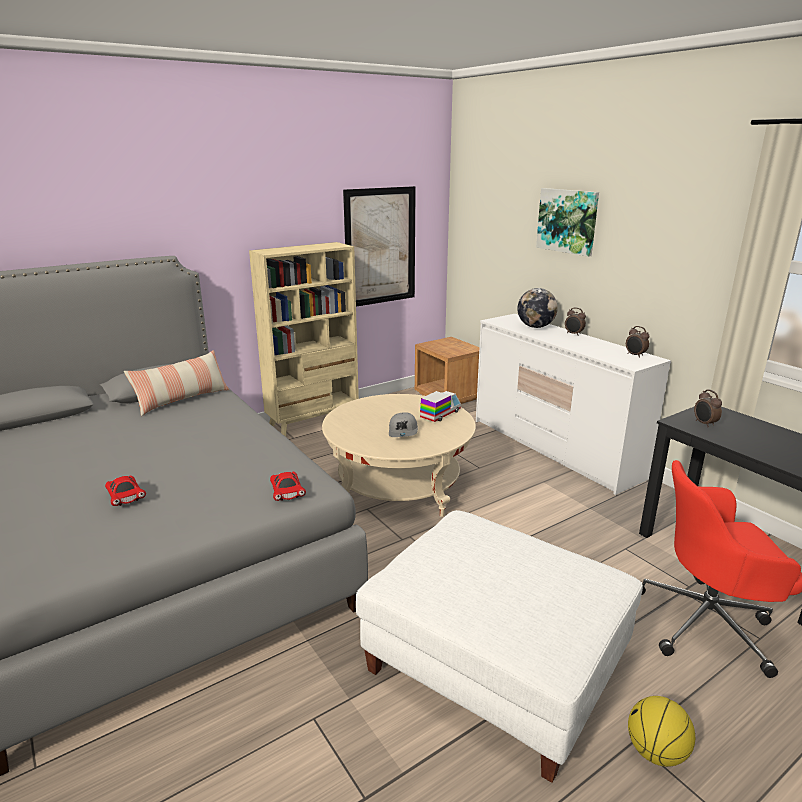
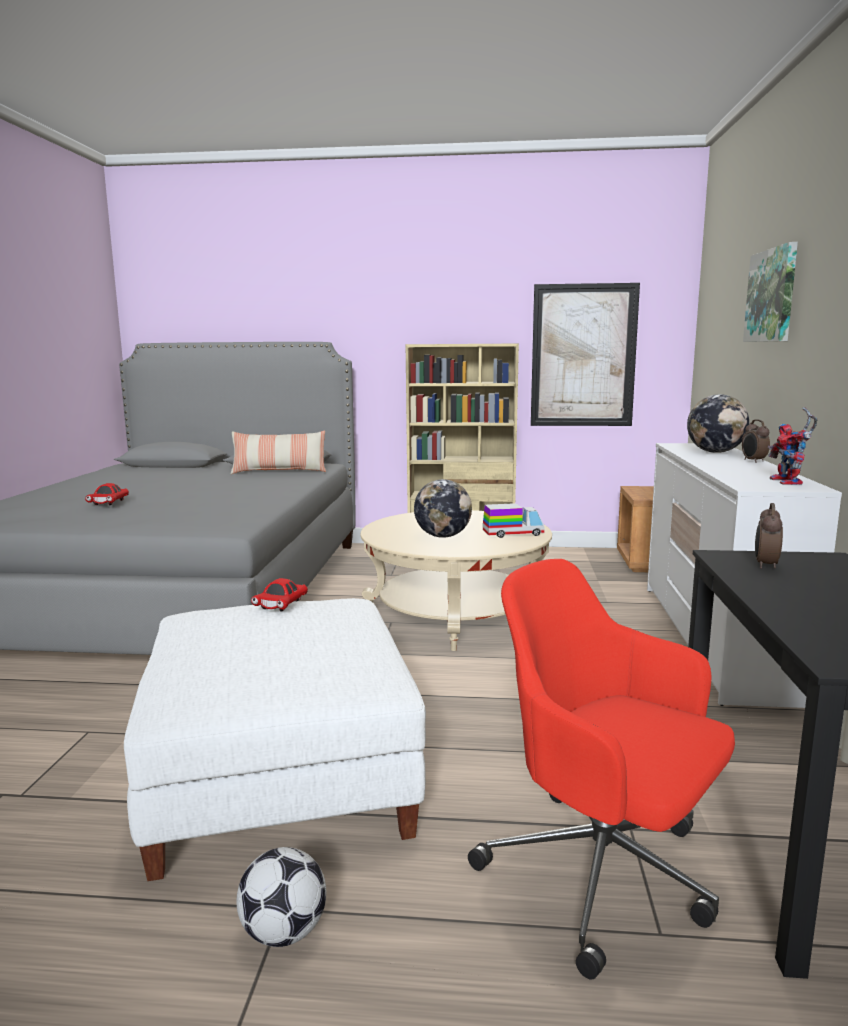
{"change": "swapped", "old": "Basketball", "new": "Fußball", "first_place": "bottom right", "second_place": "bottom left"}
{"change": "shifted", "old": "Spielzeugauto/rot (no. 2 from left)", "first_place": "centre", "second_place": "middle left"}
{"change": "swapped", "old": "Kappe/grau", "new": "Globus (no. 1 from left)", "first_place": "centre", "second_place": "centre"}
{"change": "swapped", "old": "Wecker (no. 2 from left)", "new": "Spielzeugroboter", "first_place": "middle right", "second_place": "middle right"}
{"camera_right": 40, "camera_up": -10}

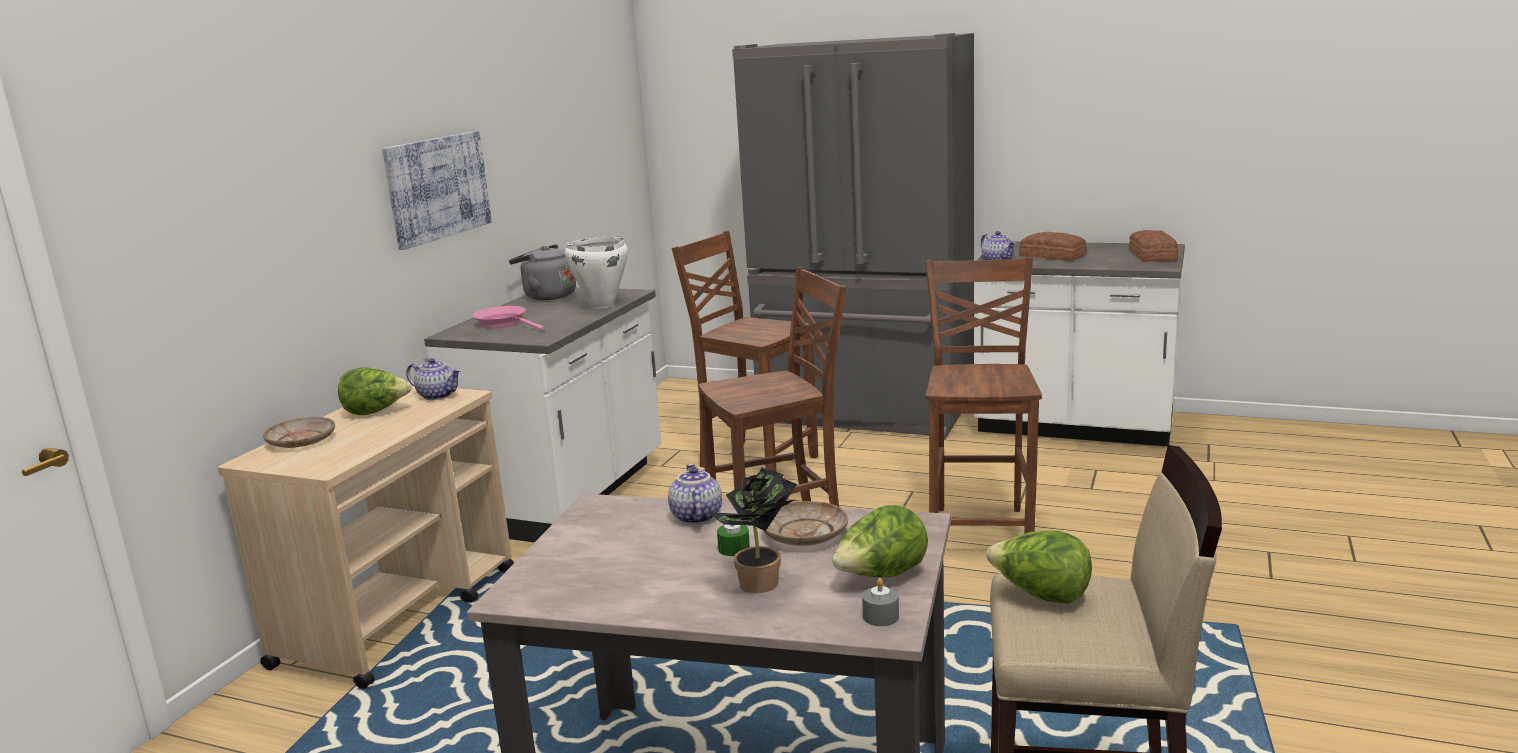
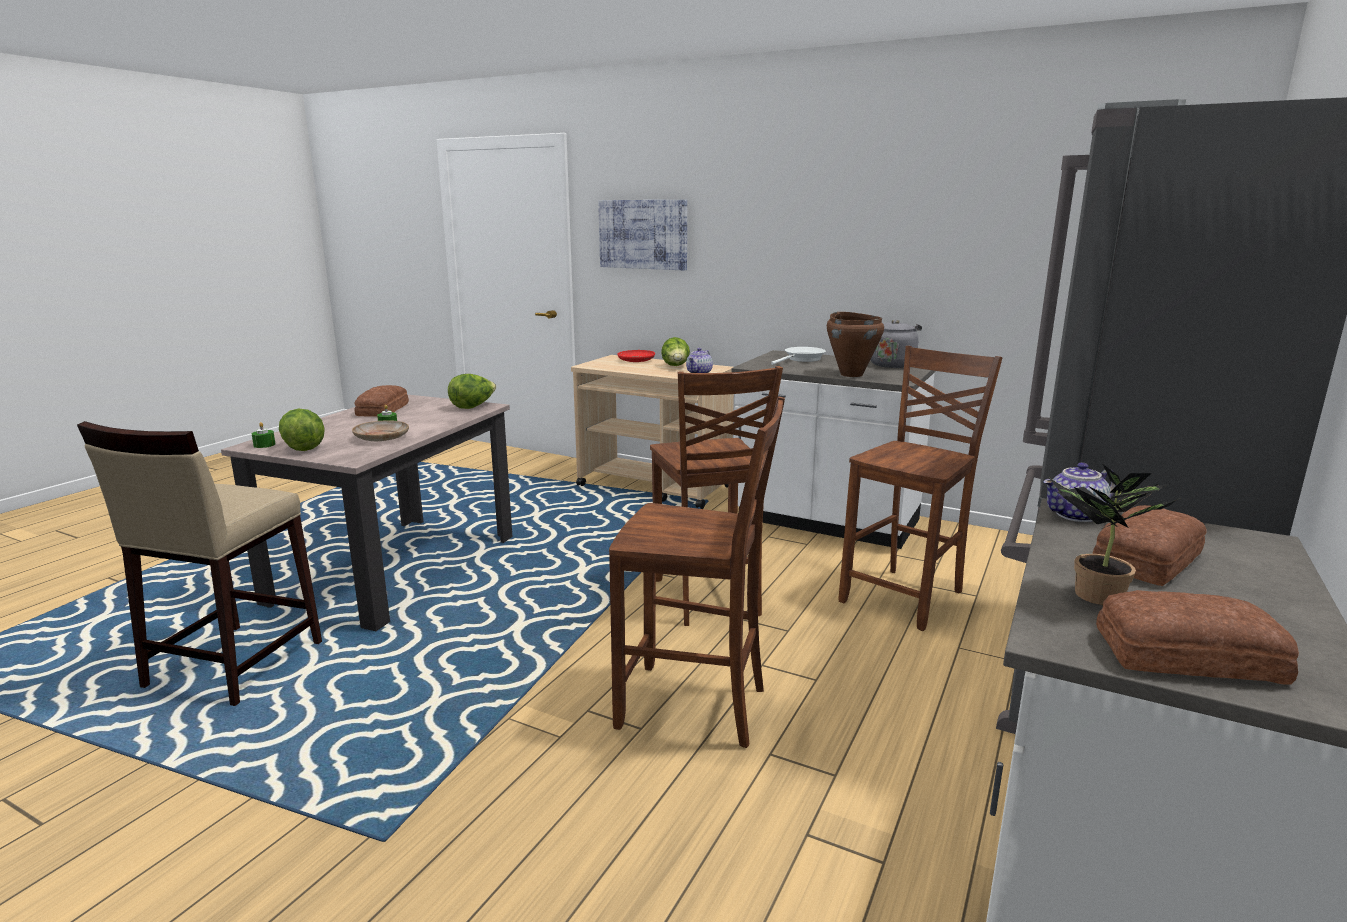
{"change": "repainted", "old": "Kerze/grau", "new": "Kerze/grün (no. 1 from left)", "first_place": "bottom centre", "second_place": "middle left"}
{"change": "new", "new": "Brot (no. 1 from left)", "second_place": "middle left"}
{"change": "shifted", "old": "Salatkopf (no. 3 from left in the first image)", "new": "Salatkopf (no. 2 from left)", "first_place": "bottom right", "second_place": "centre"}
{"change": "shifted", "old": "Bild", "first_place": "top left", "second_place": "top centre"}
{"change": "repainted", "old": "Teller/beige (no. 1 from left)", "new": "Teller/rot", "first_place": "middle left", "second_place": "centre"}
{"change": "repainted", "old": "Pfanne/rosa", "new": "Pfanne/weiß", "first_place": "centre", "second_place": "centre"}
{"change": "repainted", "old": "Kochtopf/weiß", "new": "Kochtopf/braun", "first_place": "centre", "second_place": "centre"}
{"change": "shifted", "old": "Topfpflanze", "first_place": "bottom centre", "second_place": "middle right"}
{"change": "gone", "old": "Teekanne (no. 2 from left)", "first_place": "centre"}
{"camera_right": 95, "camera_up": 0}

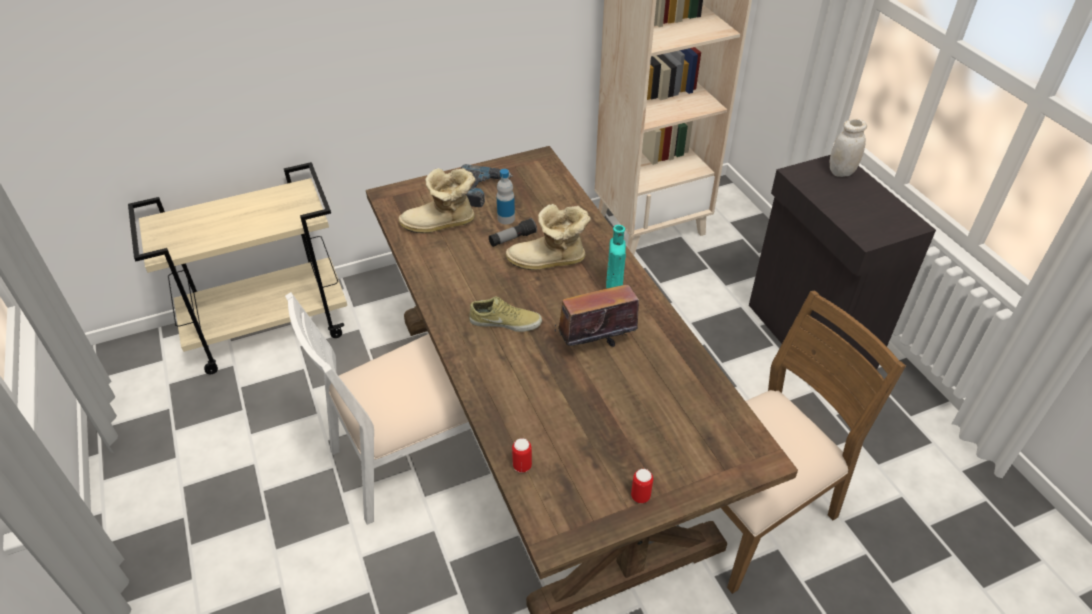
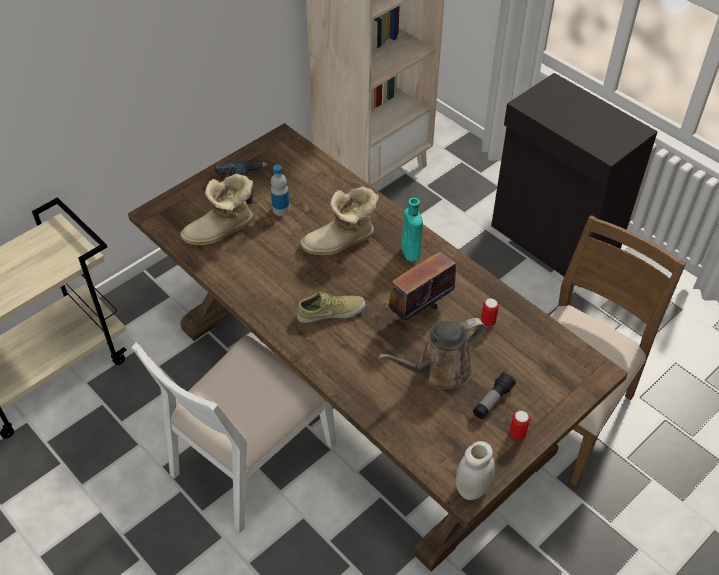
{"change": "new", "new": "Gießkanne/braun", "second_place": "centre"}
{"change": "shifted", "old": "Vorratsglas/weiß", "first_place": "top right", "second_place": "bottom centre"}
{"change": "shifted", "old": "Taschenlampe", "first_place": "centre", "second_place": "bottom right"}
{"change": "shifted", "old": "Dose (no. 1 from left)", "first_place": "bottom centre", "second_place": "middle right"}
{"camera_right": -20, "camera_up": 5}

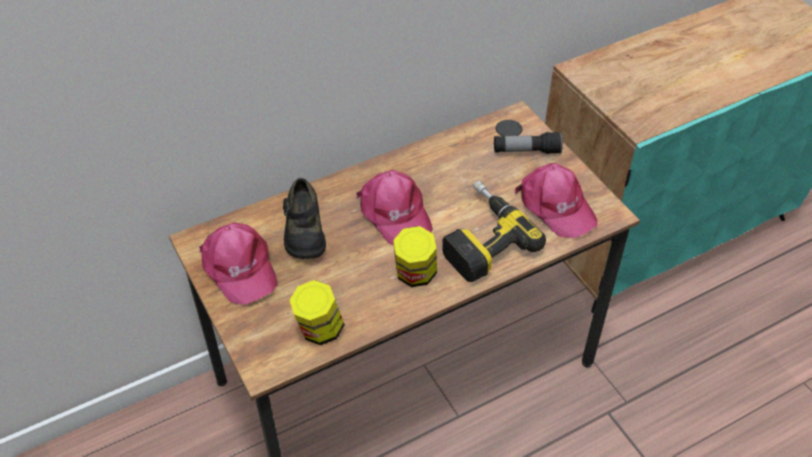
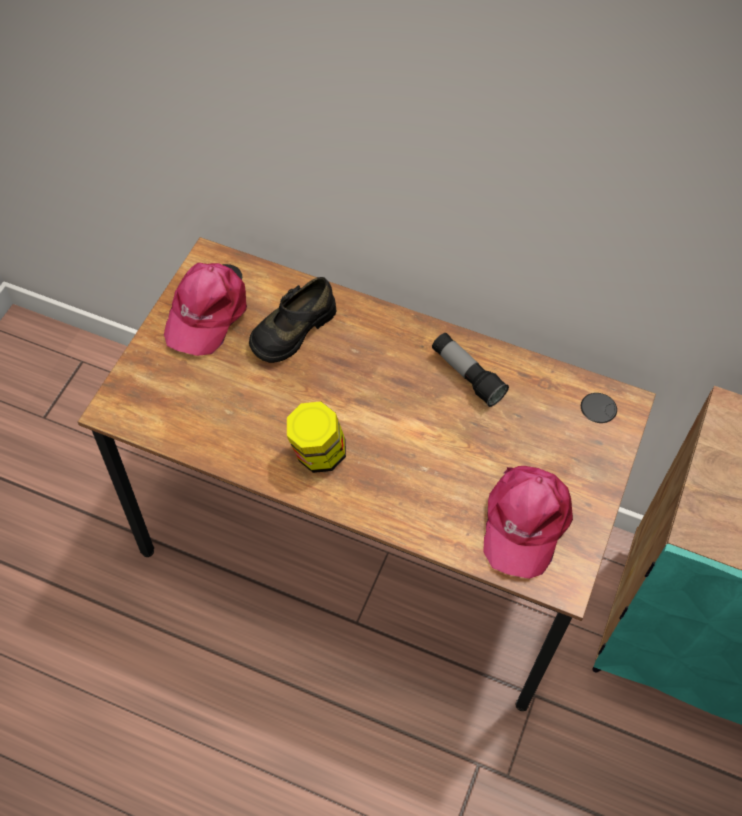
{"change": "shifted", "old": "Taschenlampe", "first_place": "top centre", "second_place": "centre"}
{"change": "gone", "old": "Vorratsglas (no. 1 from left)", "first_place": "bottom centre"}
{"change": "gone", "old": "Kappe/rosa (no. 2 from left)", "first_place": "centre"}
{"change": "gone", "old": "Bohrmaschine", "first_place": "centre"}
{"camera_right": 50, "camera_up": 10}

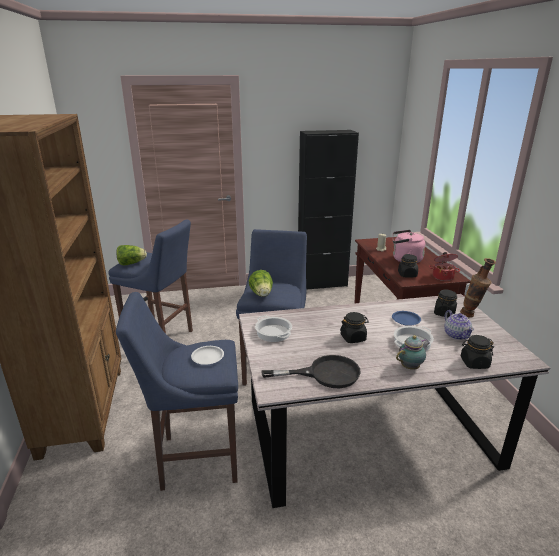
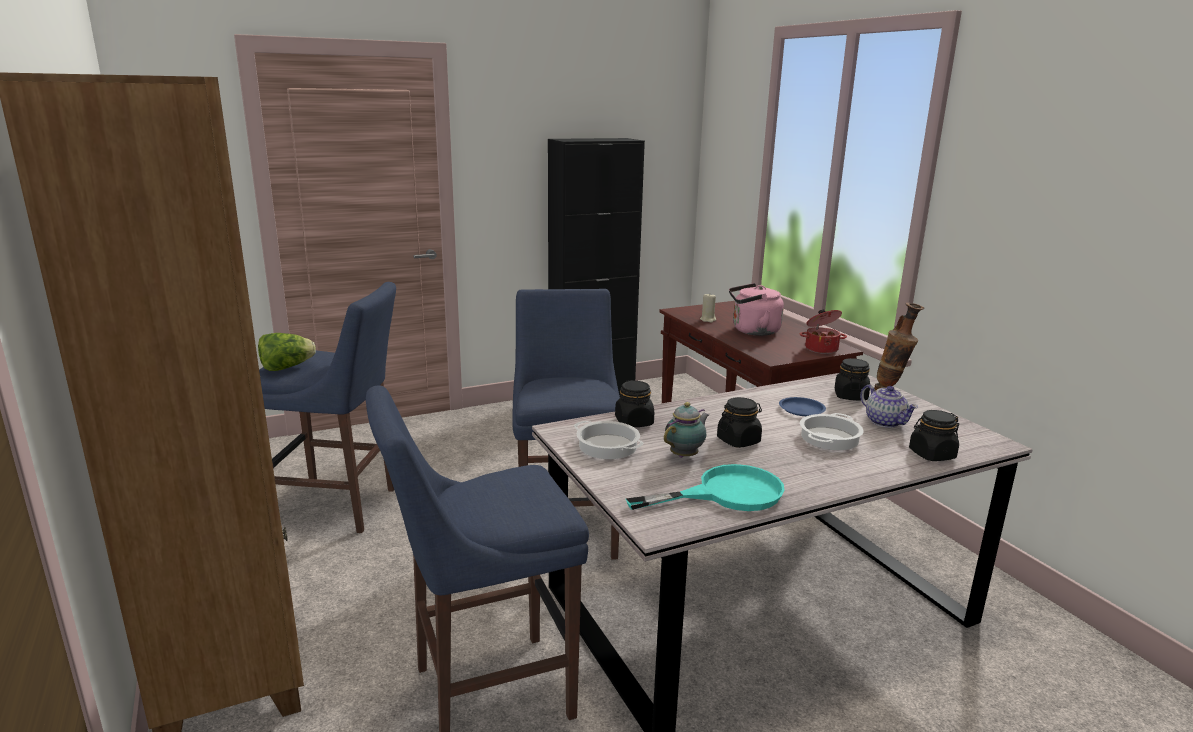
{"change": "shifted", "old": "Vorratsglas/schwarz (no. 2 from left in the first image)", "new": "Vorratsglas/schwarz (no. 1 from left)", "first_place": "middle right", "second_place": "centre"}
{"change": "repainted", "old": "Pfanne/schwarz", "new": "Pfanne/türkis", "first_place": "bottom centre", "second_place": "centre"}
{"change": "shifted", "old": "Teekanne (no. 1 from left)", "first_place": "middle right", "second_place": "centre"}
{"change": "gone", "old": "Teller/weiß", "first_place": "centre"}
{"change": "gone", "old": "Salatkopf (no. 2 from left)", "first_place": "centre"}
{"camera_right": -15, "camera_up": -5}

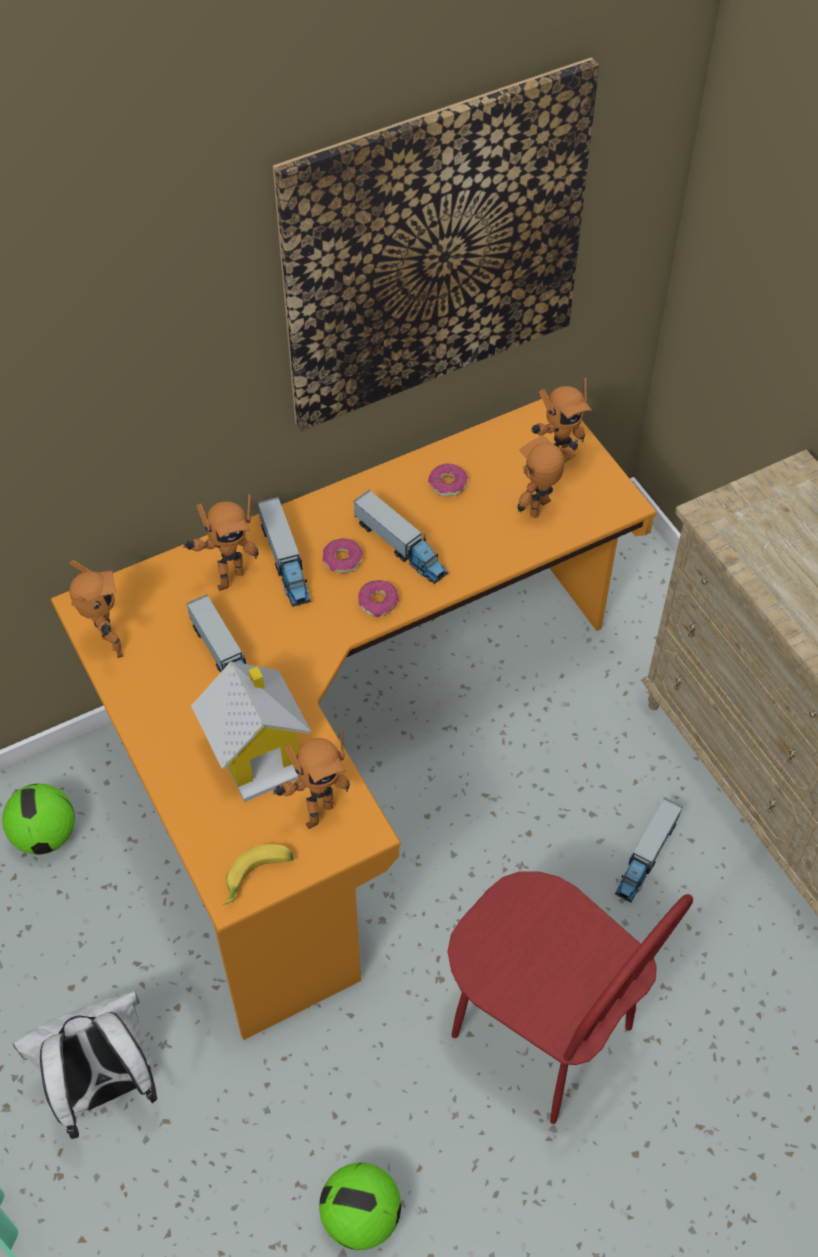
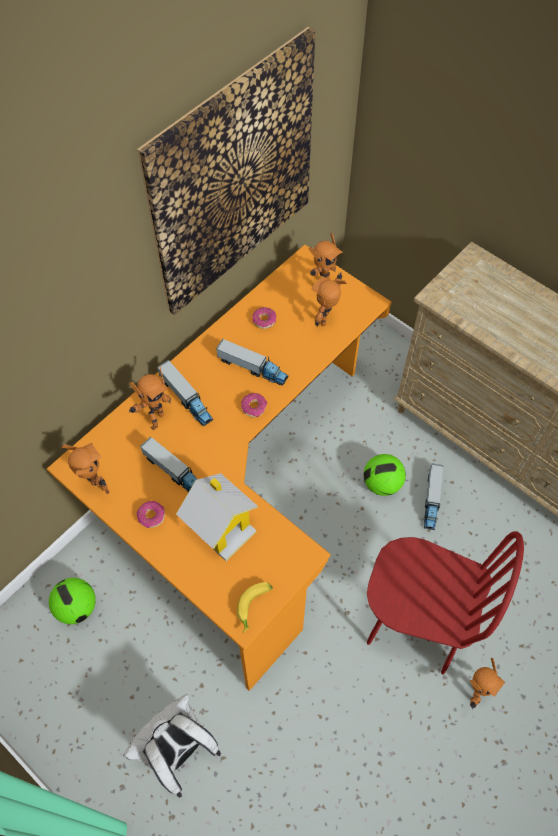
{"change": "shifted", "old": "Donut (no. 1 from left)", "first_place": "centre", "second_place": "middle left"}
{"change": "shifted", "old": "Fußball (no. 2 from left)", "first_place": "bottom centre", "second_place": "middle right"}
{"change": "shifted", "old": "Spielzeugroboter (no. 3 from left in the first image)", "new": "Spielzeugroboter (no. 5 from left)", "first_place": "centre", "second_place": "bottom right"}
{"camera_right": -20, "camera_up": 5}

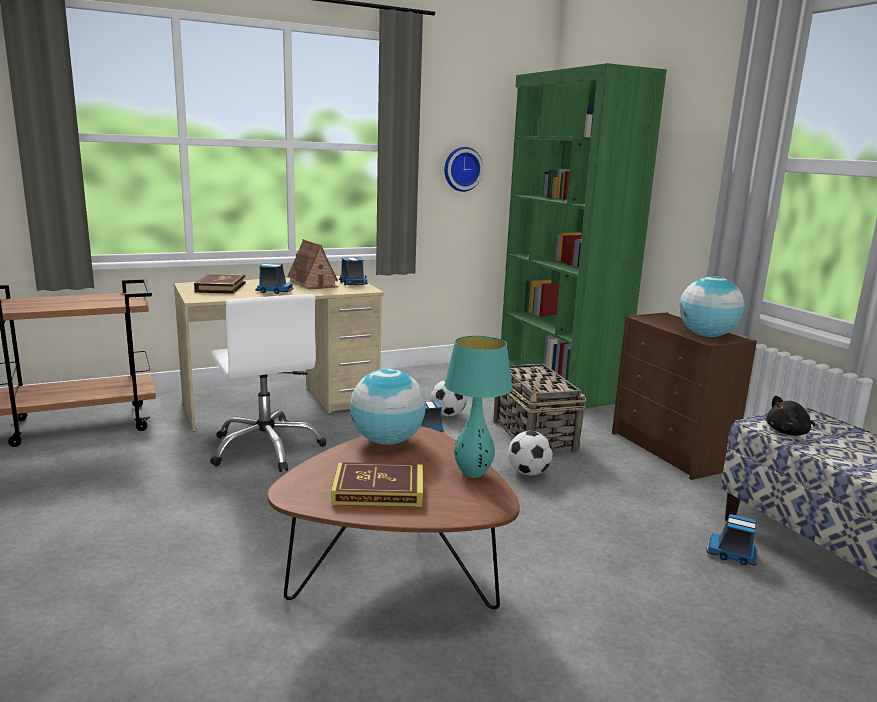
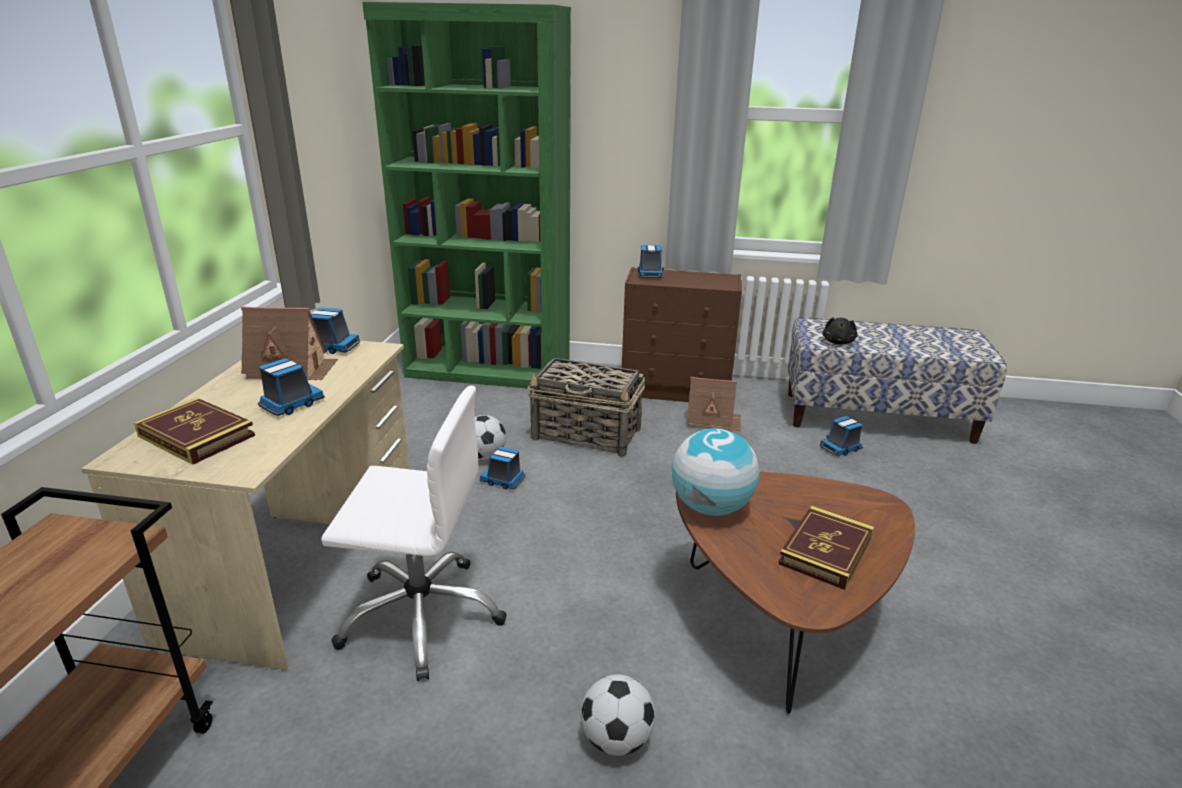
{"change": "shifted", "old": "Fußball (no. 2 from left)", "first_place": "centre", "second_place": "bottom centre"}
{"change": "new", "new": "Spielzeuglaster (no. 4 from left)", "second_place": "top centre"}
{"change": "new", "new": "Spielzeughaus (no. 2 from left)", "second_place": "centre"}
{"change": "gone", "old": "Wanduhr", "first_place": "top centre"}
{"change": "gone", "old": "Tischlampe/türkis", "first_place": "centre"}
{"change": "gone", "old": "Globus (no. 2 from left)", "first_place": "middle right"}
{"camera_right": -55, "camera_up": 10}

